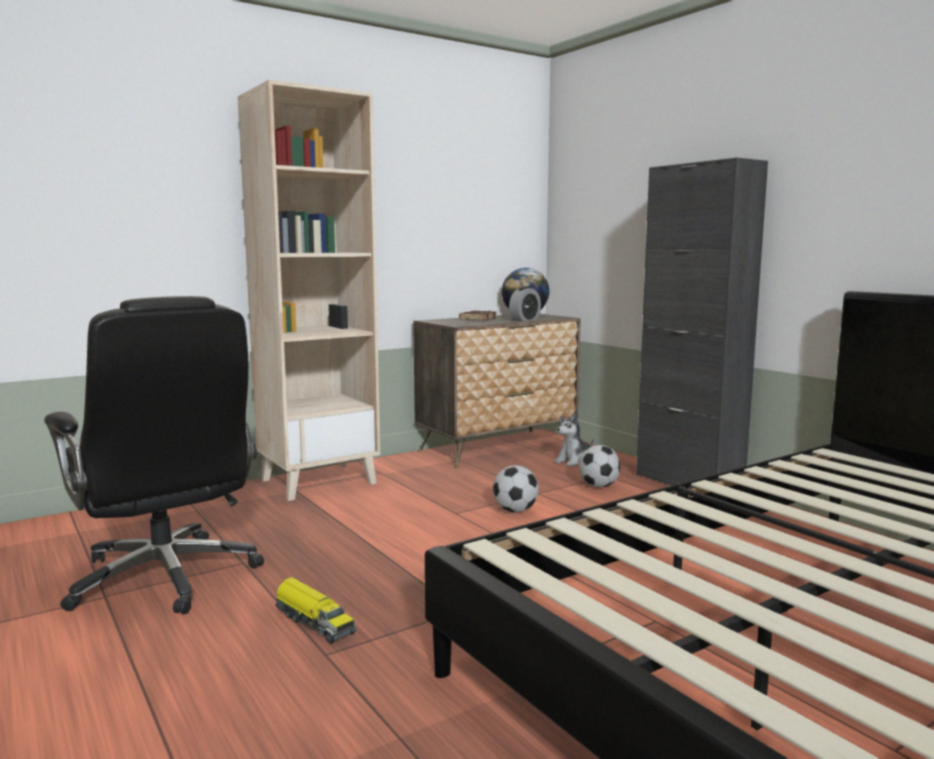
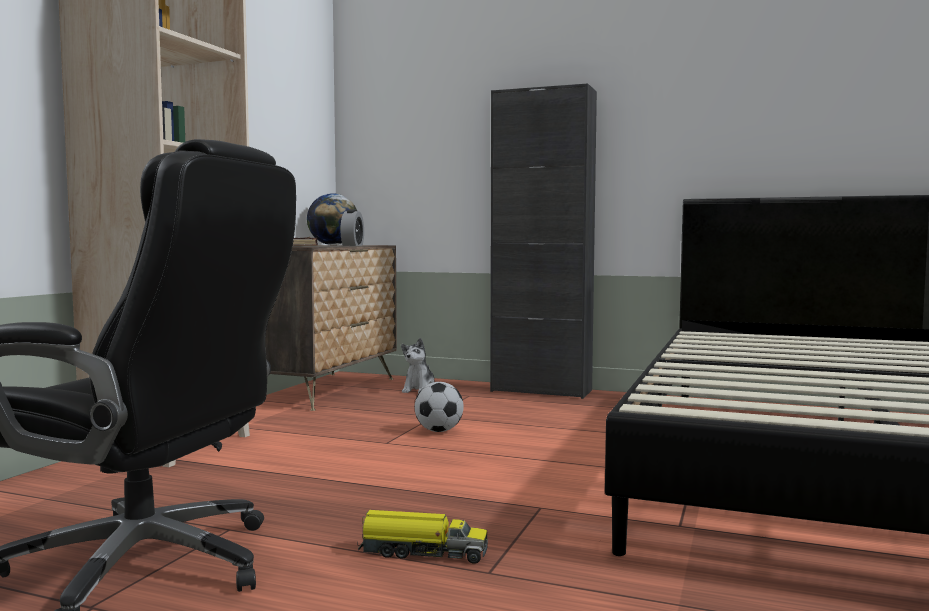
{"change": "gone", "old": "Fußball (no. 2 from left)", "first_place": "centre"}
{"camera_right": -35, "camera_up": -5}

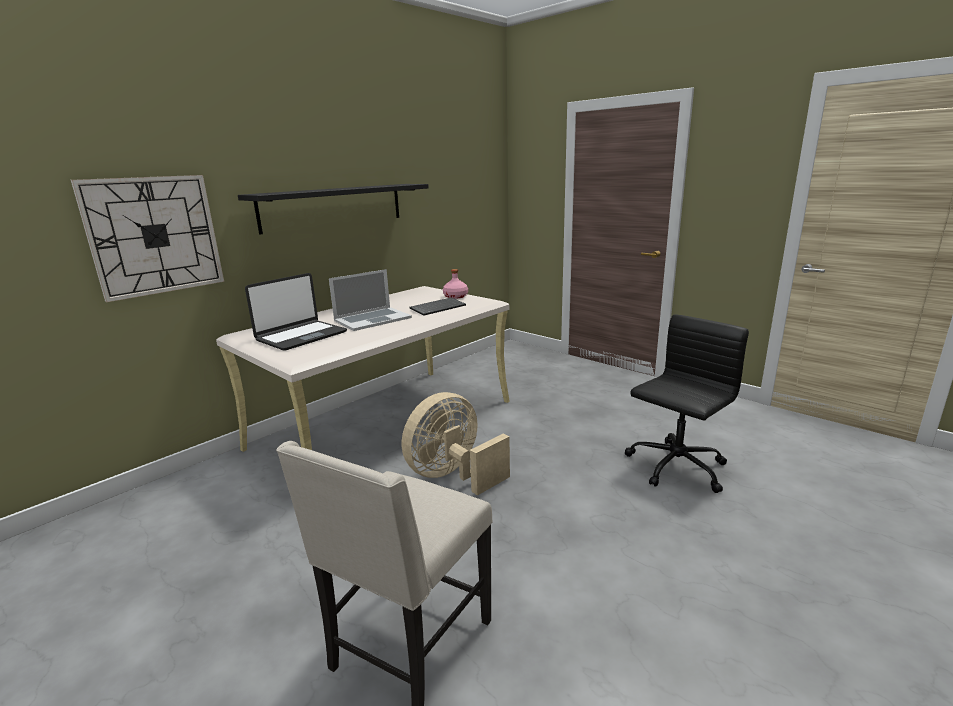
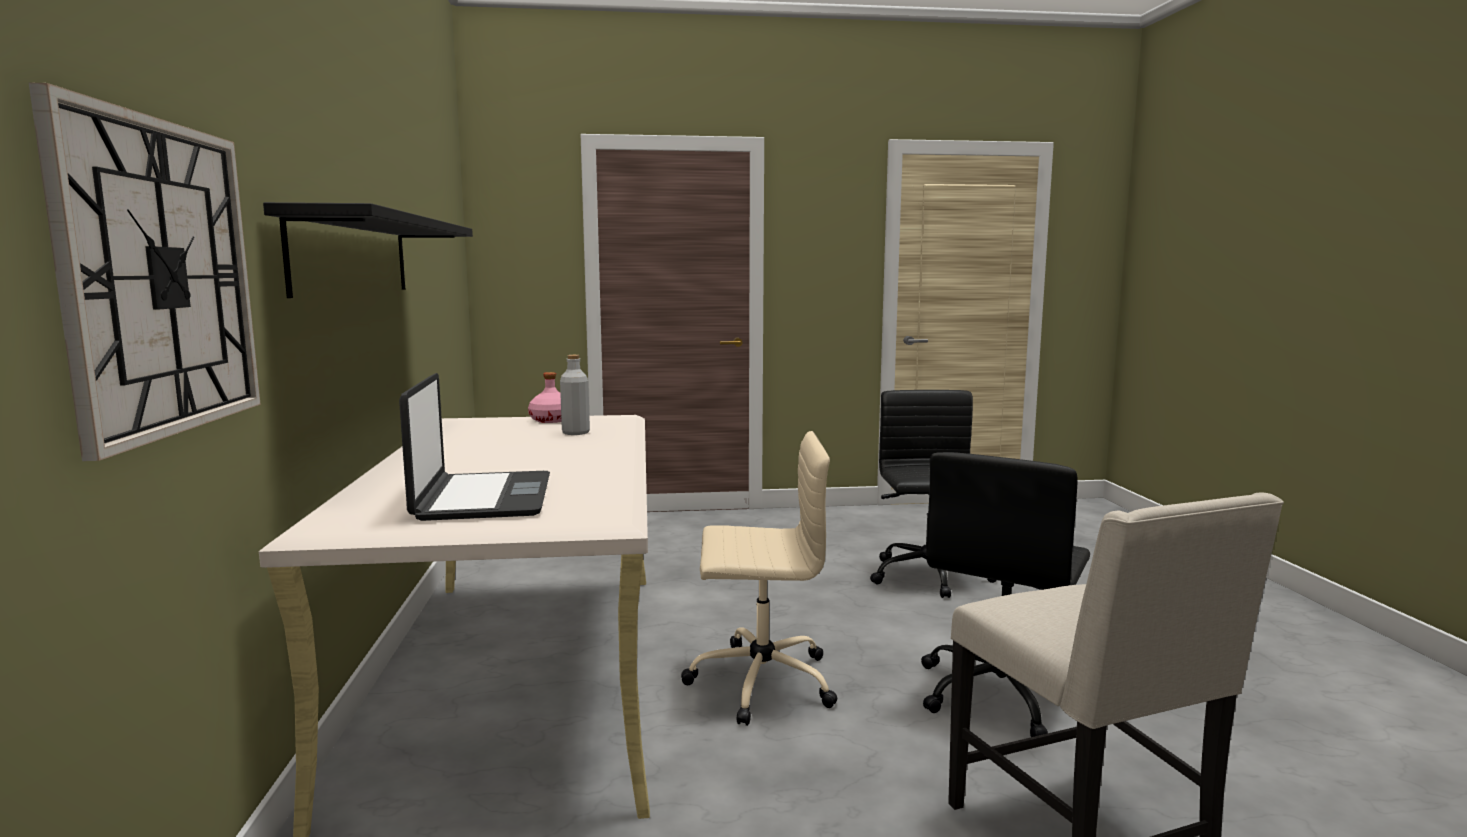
{"change": "swapped", "old": "Tastatur", "new": "Flasche/grau", "first_place": "centre", "second_place": "centre"}
{"change": "swapped", "old": "Ventilator/beige", "new": "Bürostuhl/beige", "first_place": "centre", "second_place": "bottom centre"}
{"change": "new", "new": "Bürostuhl/schwarz (no. 2 from left)", "second_place": "bottom right"}
{"change": "gone", "old": "Laptop (no. 2 from left)", "first_place": "centre"}
{"camera_right": -50, "camera_up": -10}

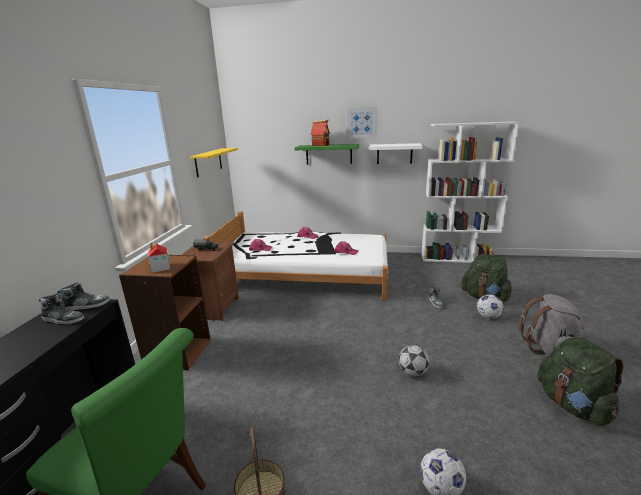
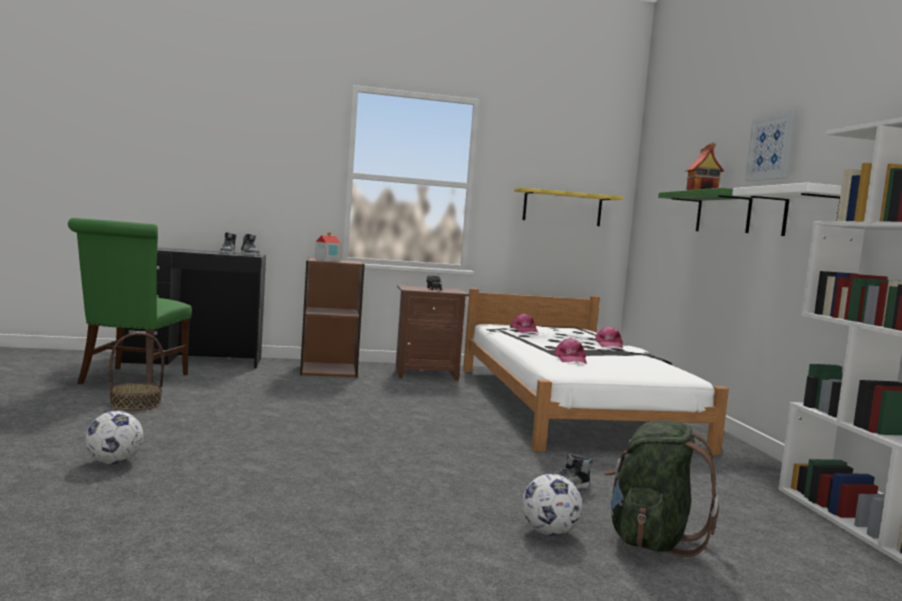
{"change": "gone", "old": "Fußball (no. 1 from left)", "first_place": "bottom centre"}
{"change": "gone", "old": "Rucksack/grau", "first_place": "middle right"}
{"change": "gone", "old": "Rucksack/grün (no. 2 from left)", "first_place": "bottom right"}
{"camera_right": 70, "camera_up": -15}

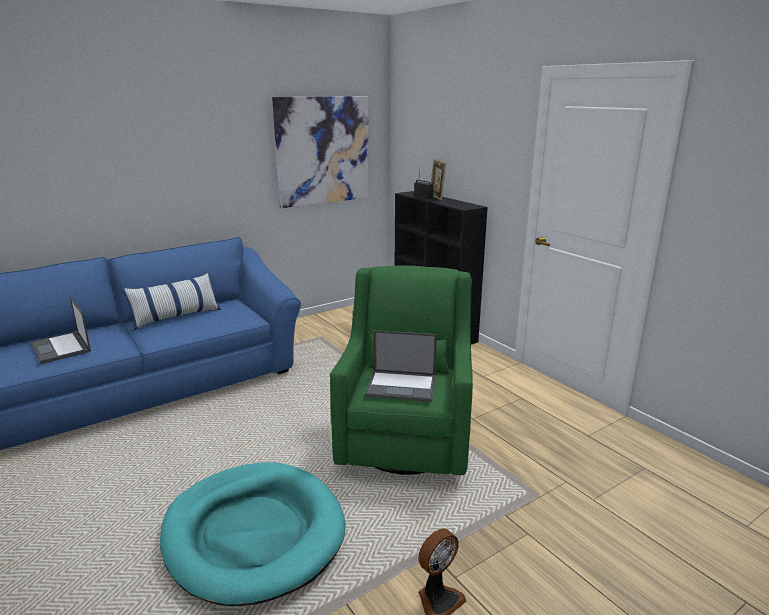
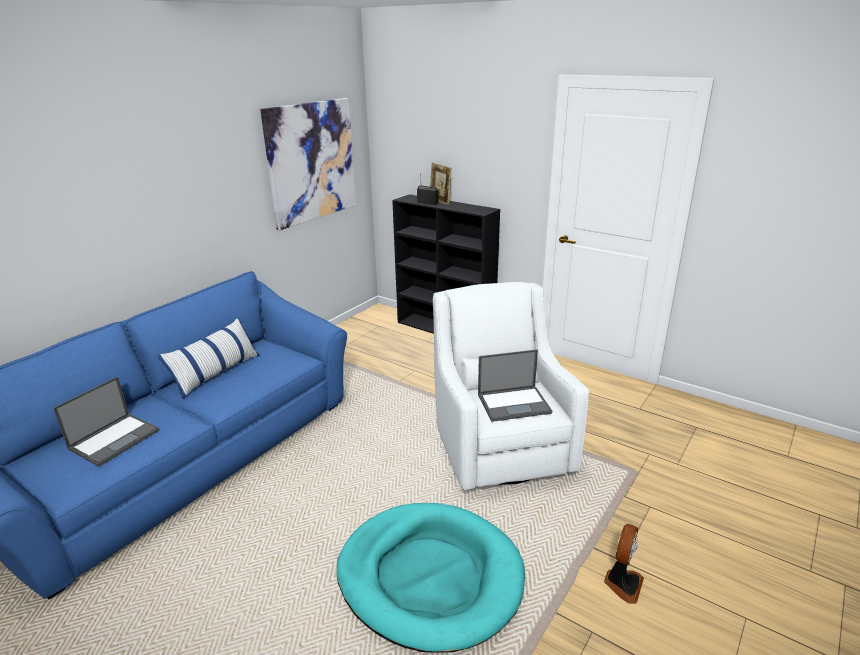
{"change": "rotated", "old": "Laptop (no. 1 from left)", "first_place": "middle left", "second_place": "middle left", "degrees": -90}
{"change": "repainted", "old": "Sessel/grün", "new": "Sessel/weiß", "first_place": "centre", "second_place": "centre"}
{"camera_right": -20, "camera_up": 5}

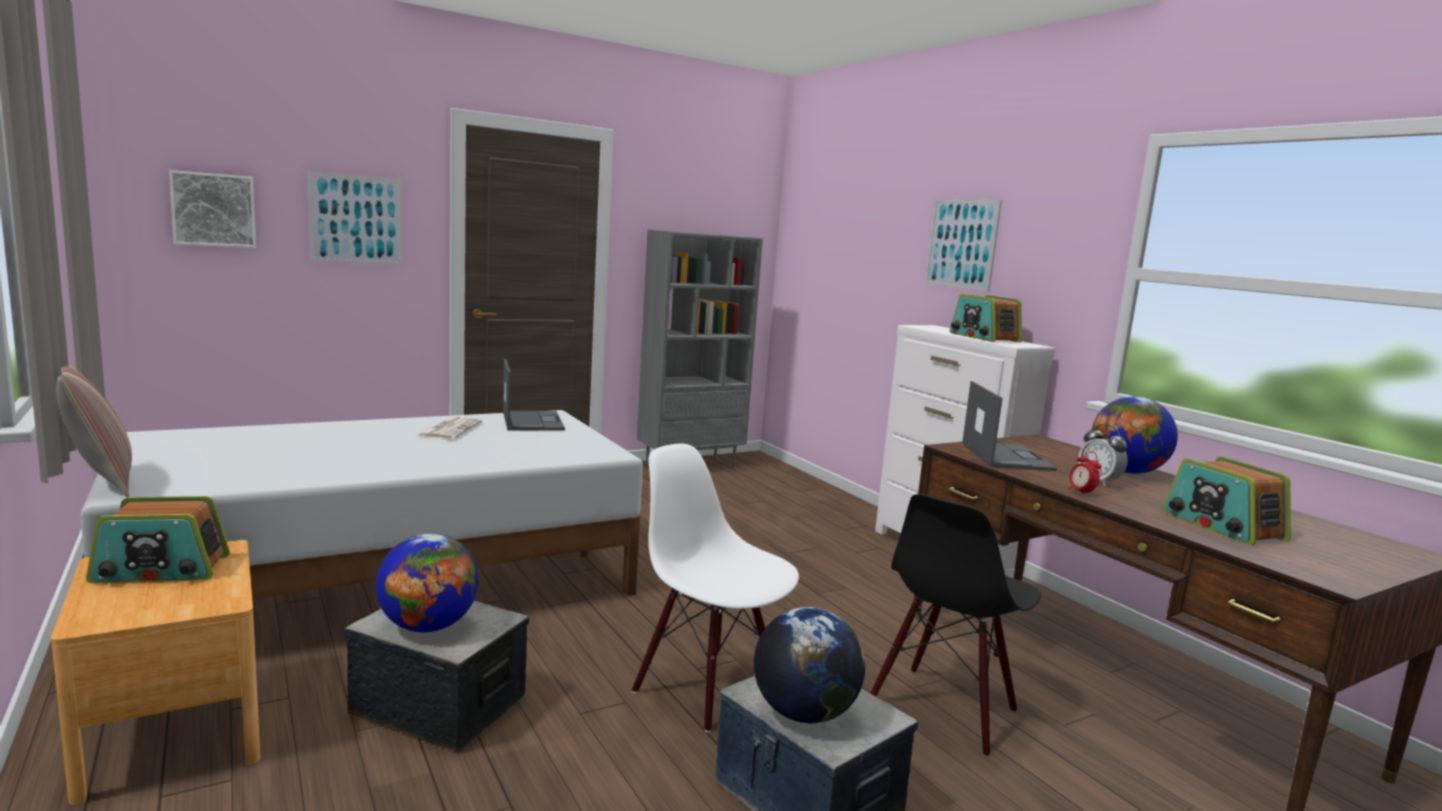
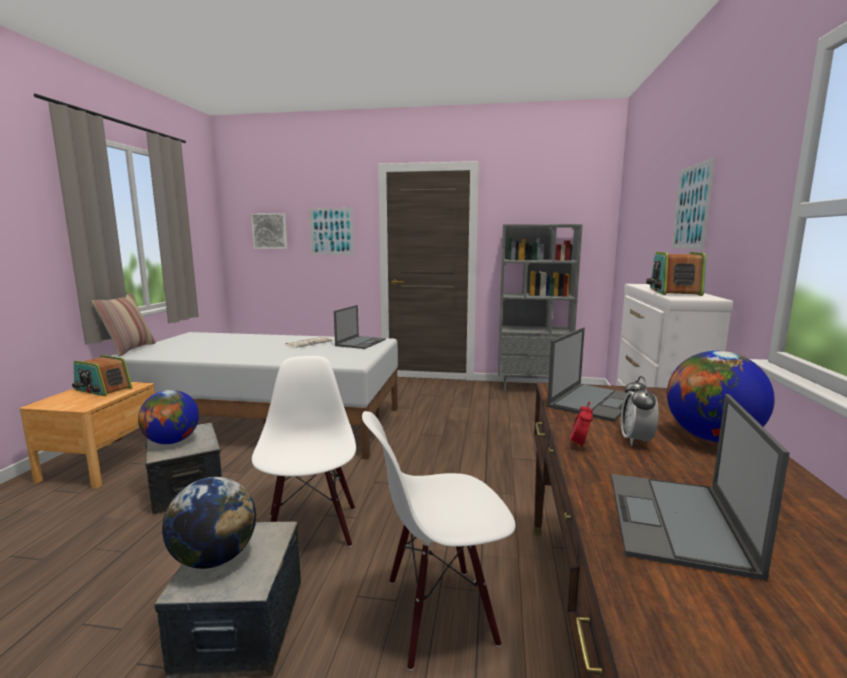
{"change": "repainted", "old": "Stuhl/schwarz", "new": "Stuhl/weiß (no. 2 from left)", "first_place": "bottom centre", "second_place": "bottom centre"}
{"change": "swapped", "old": "Radio (no. 3 from left)", "new": "Laptop (no. 3 from left)", "first_place": "middle right", "second_place": "bottom right"}
{"camera_right": 40, "camera_up": 0}

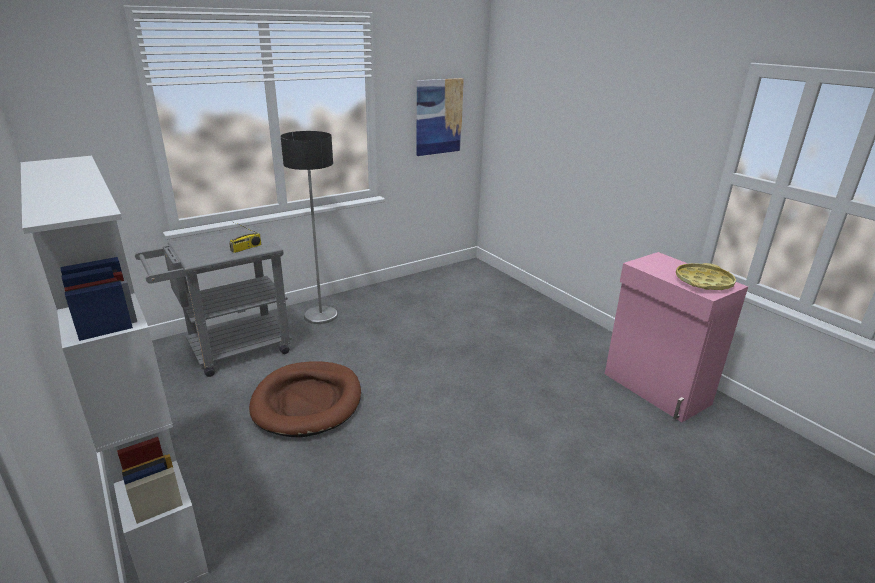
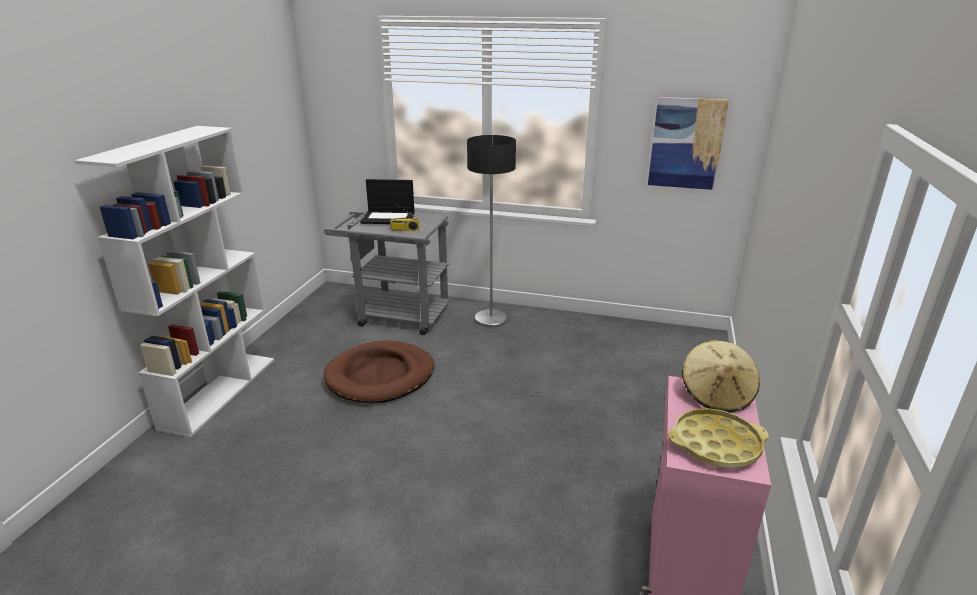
{"change": "new", "new": "Laptop", "second_place": "centre"}
{"change": "new", "new": "Hut/beige", "second_place": "middle right"}
{"camera_right": 50, "camera_up": 0}

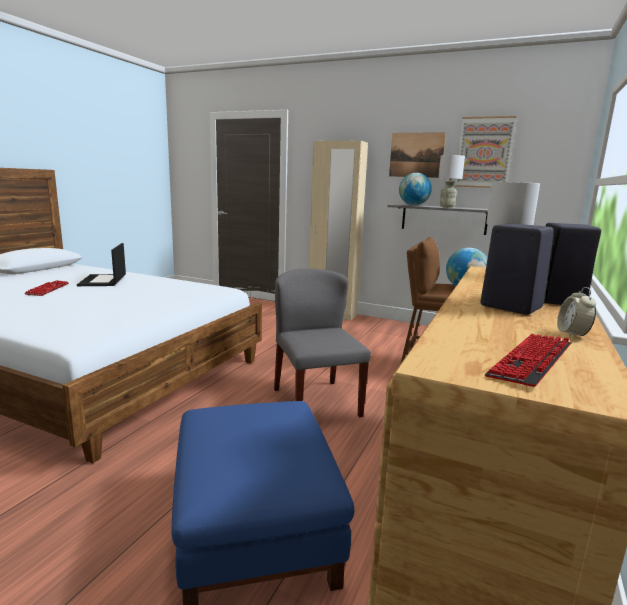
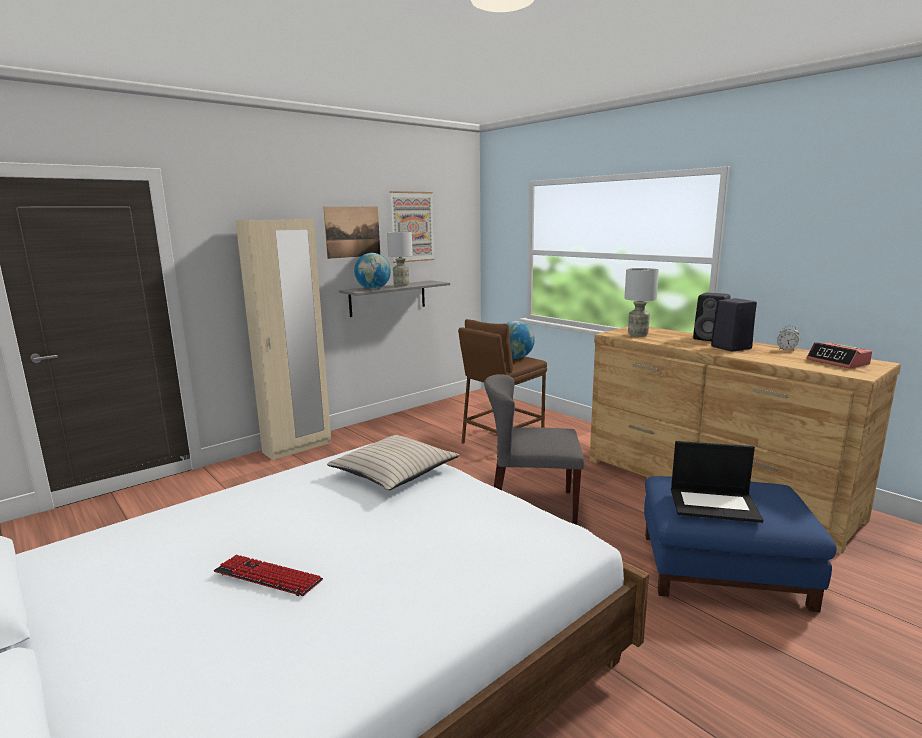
{"change": "new", "new": "Kissen/beige", "second_place": "centre"}
{"change": "shifted", "old": "Laptop", "first_place": "middle left", "second_place": "middle right"}
{"change": "swapped", "old": "Tastatur (no. 2 from left)", "new": "Wecker (no. 2 from left)", "first_place": "middle right", "second_place": "middle right"}
{"camera_right": -65, "camera_up": 0}

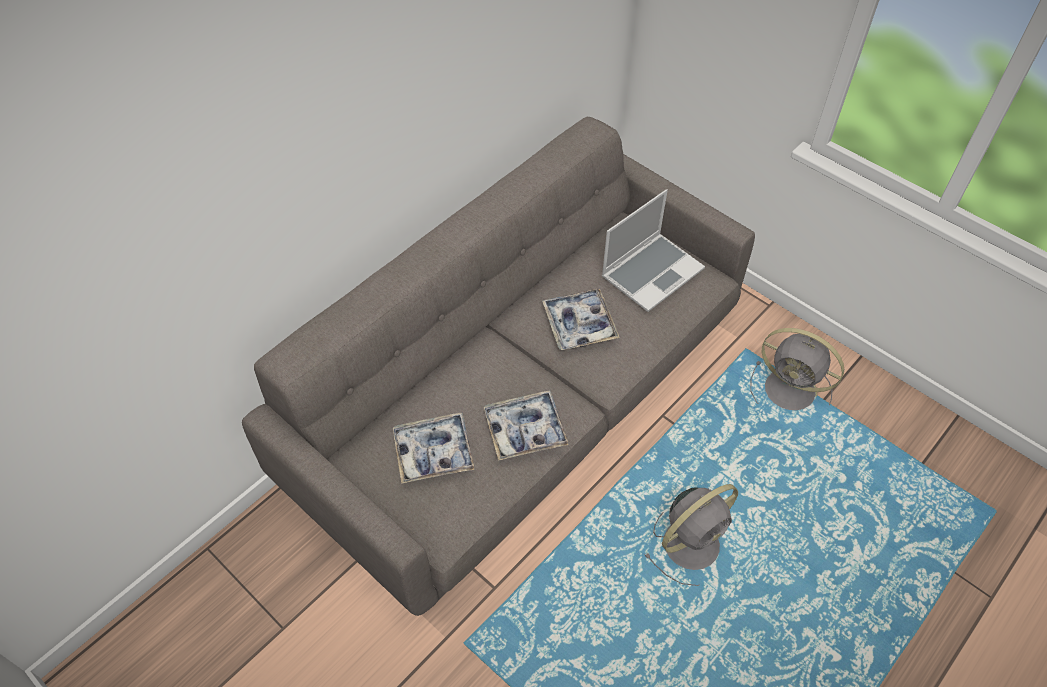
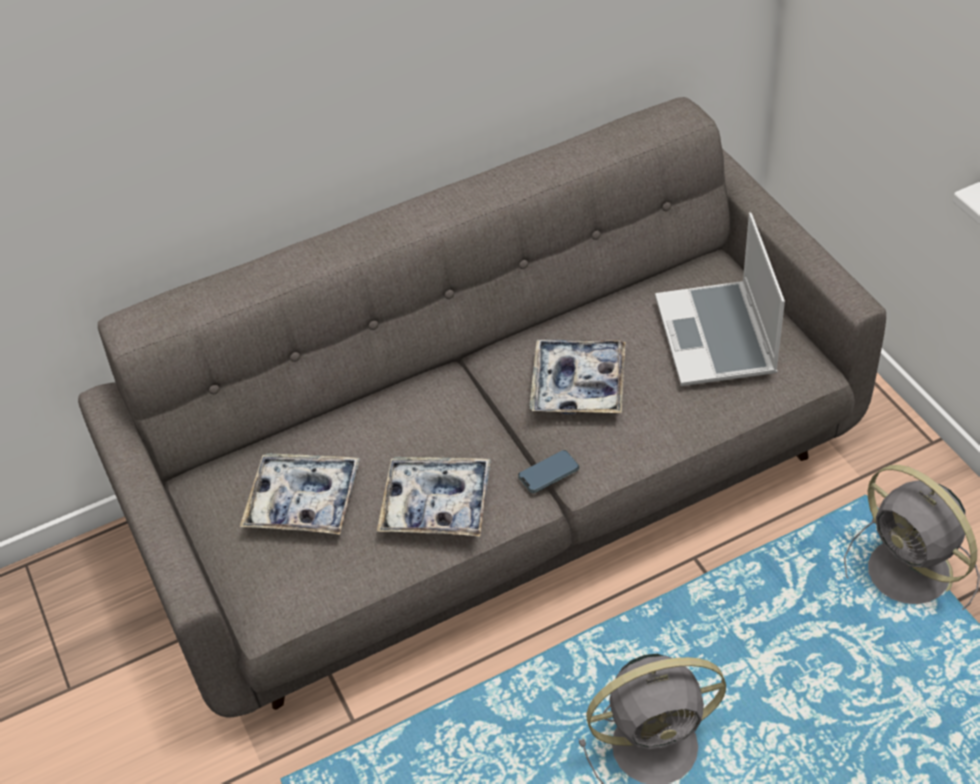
{"change": "new", "new": "Handy", "second_place": "centre"}
{"change": "rotated", "old": "Laptop", "first_place": "centre", "second_place": "middle right", "degrees": 105}
{"camera_right": 25, "camera_up": -5}

